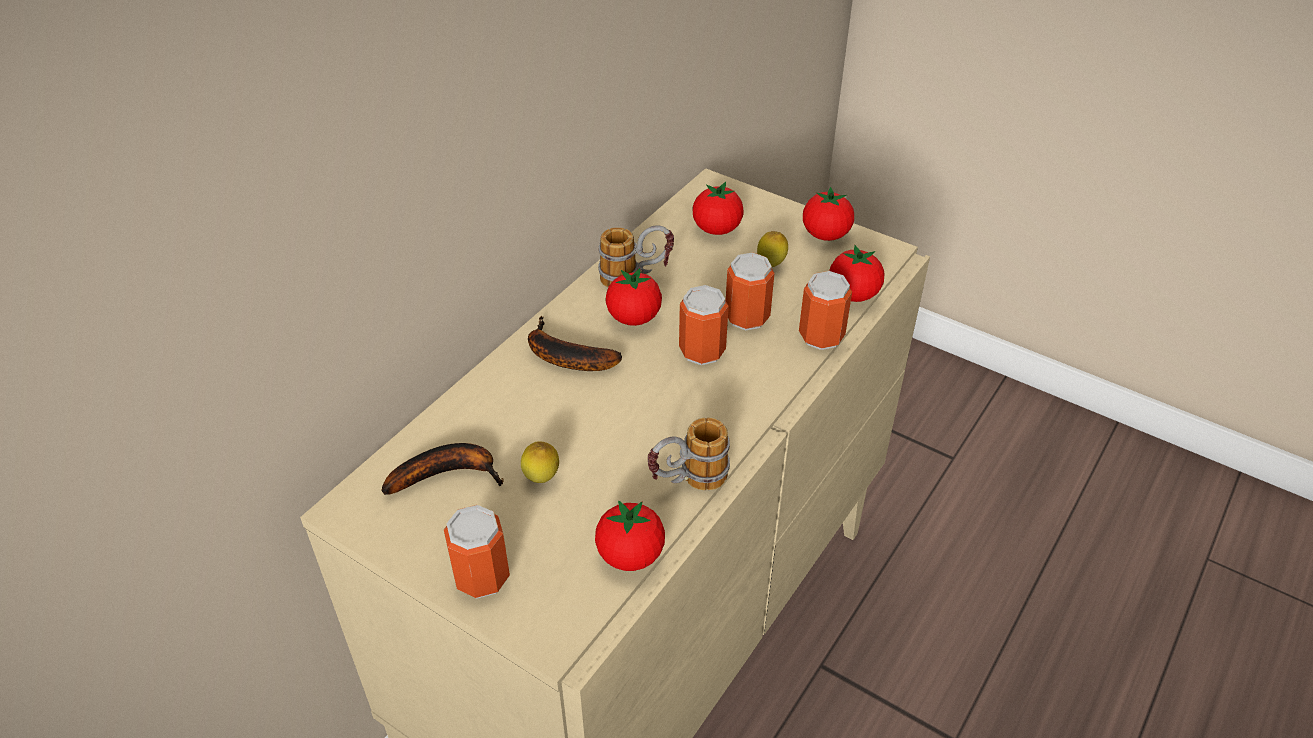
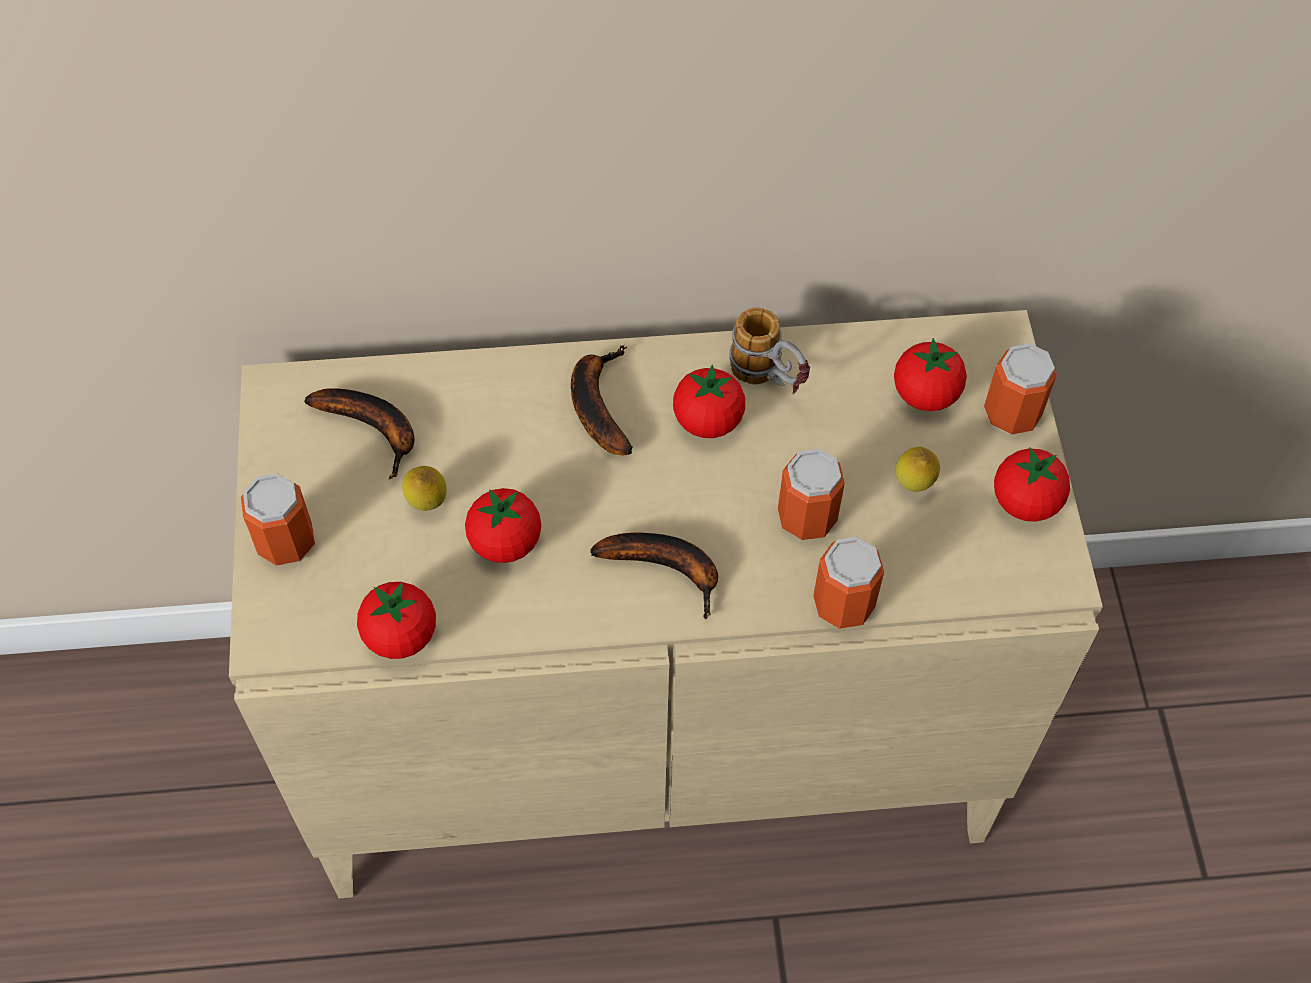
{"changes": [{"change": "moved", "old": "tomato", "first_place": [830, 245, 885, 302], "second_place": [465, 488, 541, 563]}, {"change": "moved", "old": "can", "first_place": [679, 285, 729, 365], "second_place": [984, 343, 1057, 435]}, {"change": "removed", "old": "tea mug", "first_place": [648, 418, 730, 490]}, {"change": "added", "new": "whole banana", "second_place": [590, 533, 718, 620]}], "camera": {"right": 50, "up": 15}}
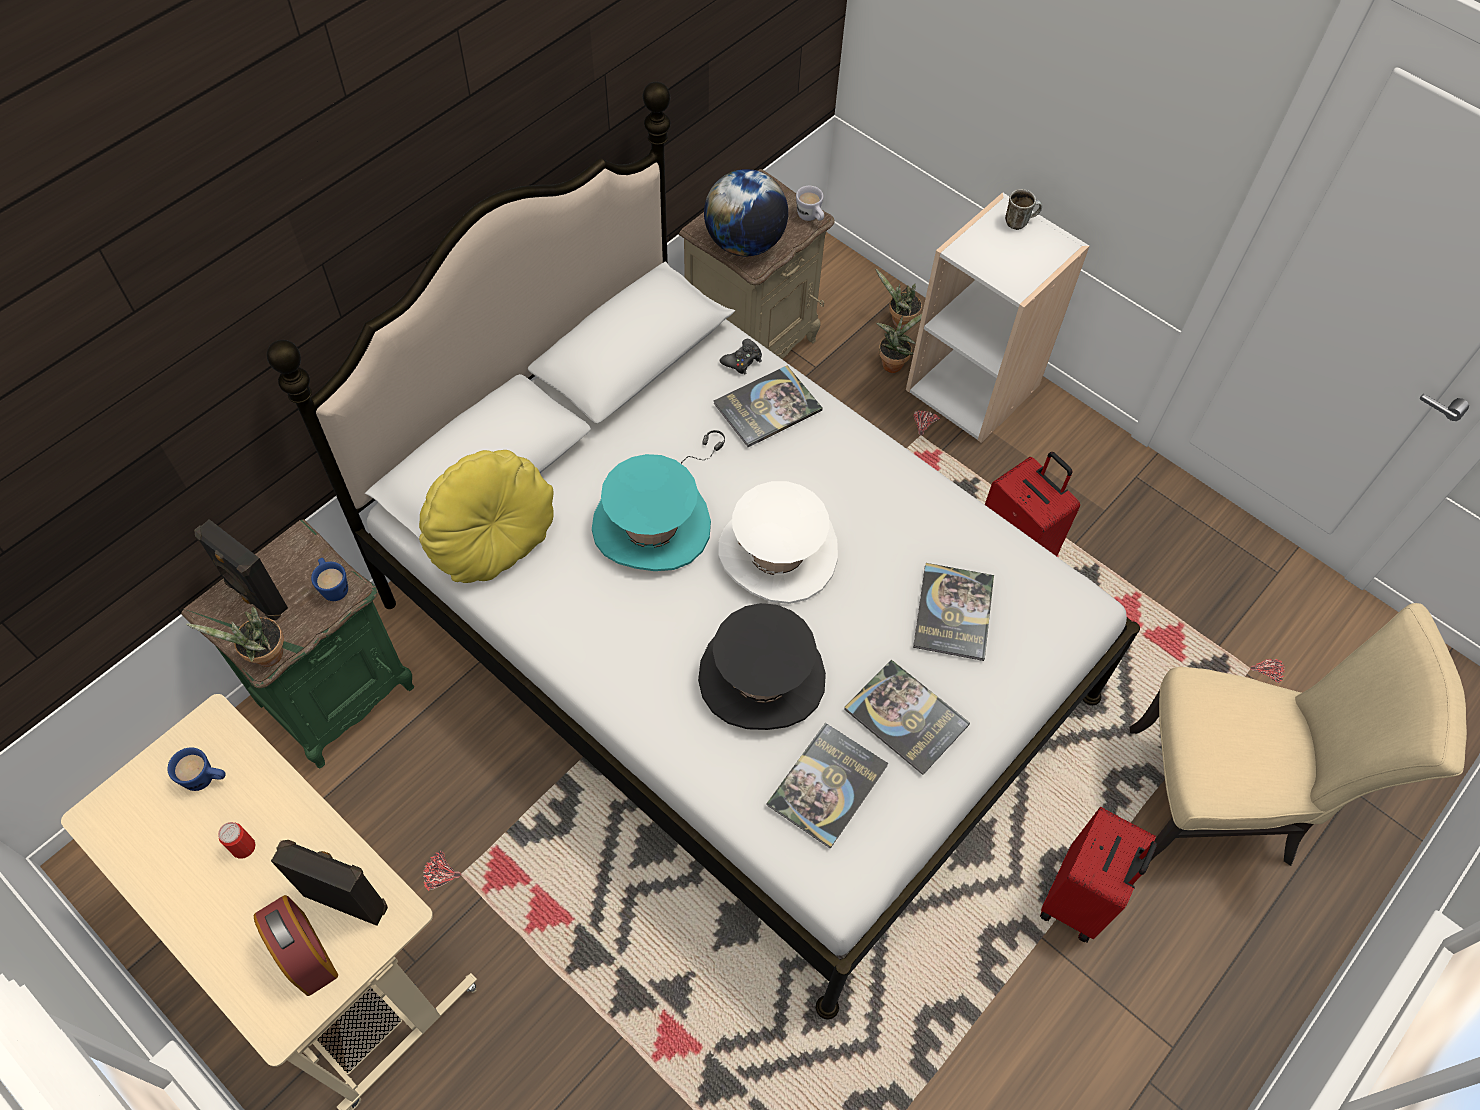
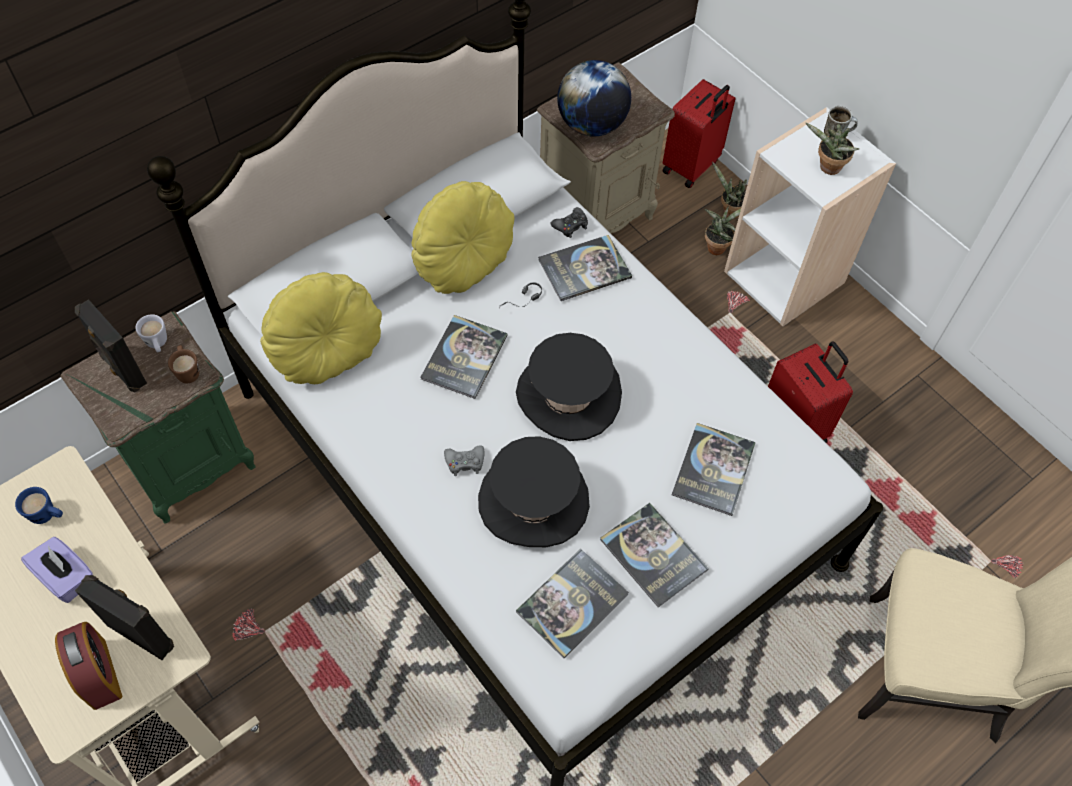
{"changes": [{"change": "moved", "old": "white-coloured tea mug", "first_place": [796, 186, 824, 221], "second_place": [136, 314, 167, 352]}, {"change": "replaced", "old": "turquoise wearable hat", "new": "book", "first_place": [592, 454, 711, 571], "second_place": [420, 315, 508, 399]}, {"change": "recoloured", "old": "white-coloured wearable hat", "new": "black-coloured wearable hat", "first_place": [718, 481, 838, 604], "second_place": [516, 333, 622, 441]}, {"change": "recoloured", "old": "bluish tea mug", "new": "brown-coloured tea mug", "first_place": [311, 558, 348, 601], "second_place": [168, 345, 199, 383]}, {"change": "moved", "old": "houseplant", "first_place": [186, 607, 284, 667], "second_place": [805, 122, 859, 175]}, {"change": "moved", "old": "red-coloured travel case", "first_place": [1040, 807, 1157, 943], "second_place": [662, 79, 736, 188]}, {"change": "replaced", "old": "can", "new": "purplish tissue holder", "first_place": [218, 822, 256, 859], "second_place": [21, 537, 93, 603]}, {"change": "added", "new": "yellow throw pillow", "second_place": [411, 181, 514, 294]}, {"change": "added", "new": "gray game controller", "second_place": [444, 445, 485, 476]}], "camera": {"right": 10, "up": 0}}
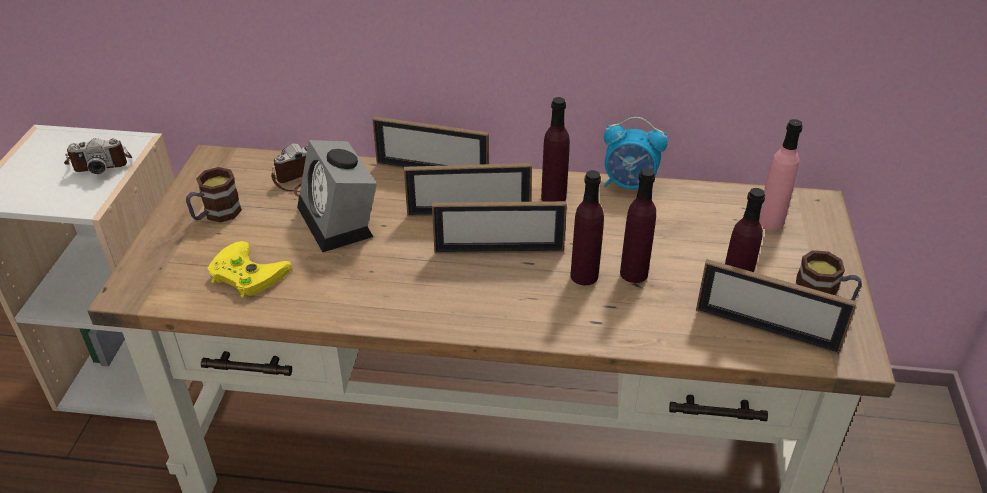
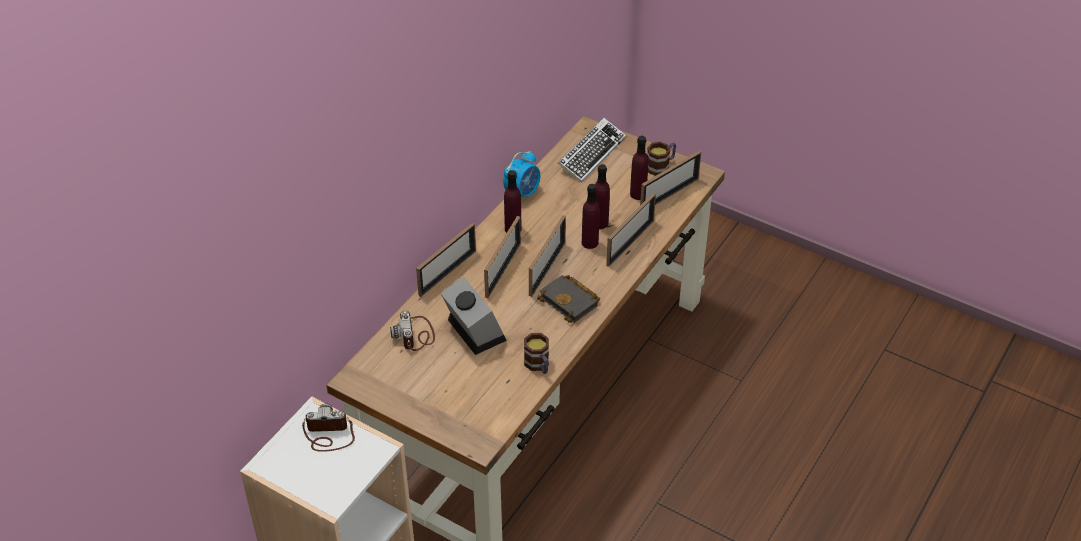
{"changes": [{"change": "replaced", "old": "pink-coloured beverage bottle", "new": "keyboard", "first_place": [759, 119, 803, 230], "second_place": [558, 118, 626, 182]}, {"change": "turned", "old": "still camera", "first_place": [64, 138, 132, 174], "second_place": [302, 404, 355, 452], "degrees": -105}, {"change": "turned", "old": "table clock", "first_place": [297, 140, 377, 252], "second_place": [441, 276, 507, 355], "degrees": -120}, {"change": "moved", "old": "tea mug", "first_place": [186, 167, 242, 222], "second_place": [524, 333, 549, 374]}, {"change": "removed", "old": "yellow game controller", "first_place": [207, 241, 292, 298]}, {"change": "added", "new": "standing frame", "second_place": [606, 193, 656, 267]}, {"change": "added", "new": "black-coloured book", "second_place": [537, 275, 600, 323]}], "camera": {"right": -65, "up": 5}}
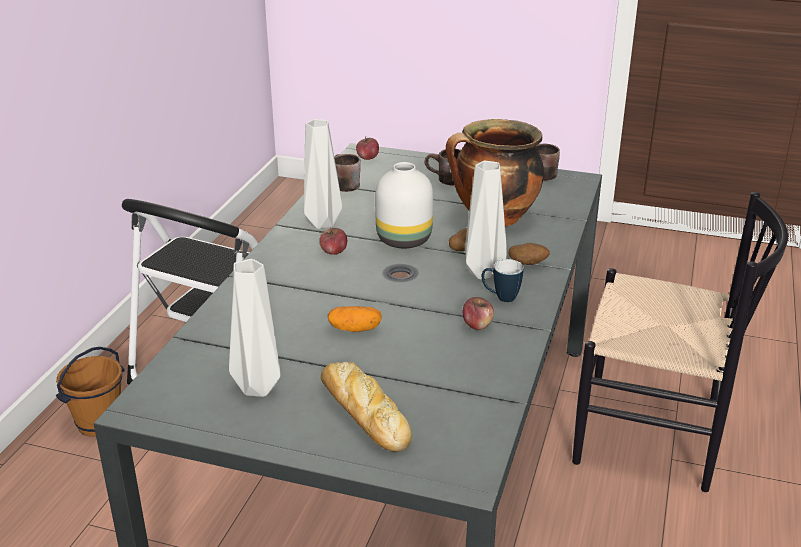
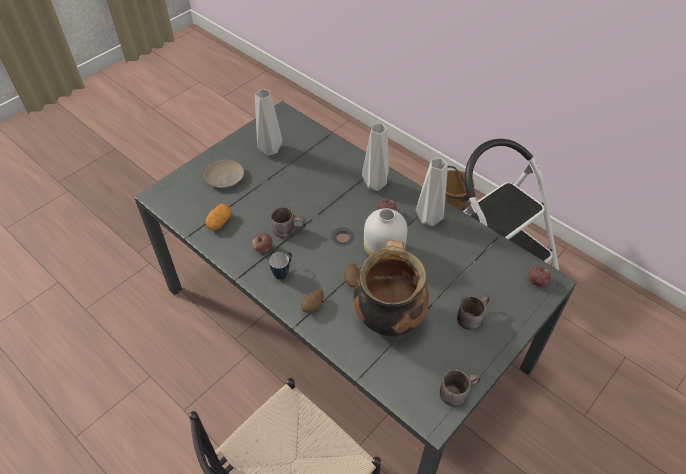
{"changes": [{"change": "moved", "old": "brown-coloured tea mug", "first_place": [334, 154, 361, 192], "second_place": [271, 207, 306, 238]}, {"change": "moved", "old": "gray decorative vase", "first_place": [465, 161, 507, 279], "second_place": [362, 123, 389, 191]}, {"change": "moved", "old": "spud", "first_place": [328, 306, 382, 332], "second_place": [205, 204, 231, 231]}, {"change": "replaced", "old": "baked bread", "new": "beige dinner plate", "first_place": [321, 362, 412, 452], "second_place": [204, 160, 244, 188]}], "camera": {"right": 115, "up": 20}}
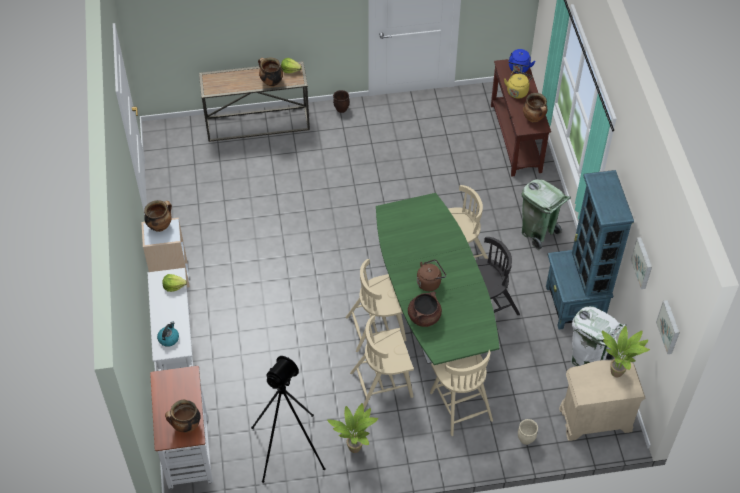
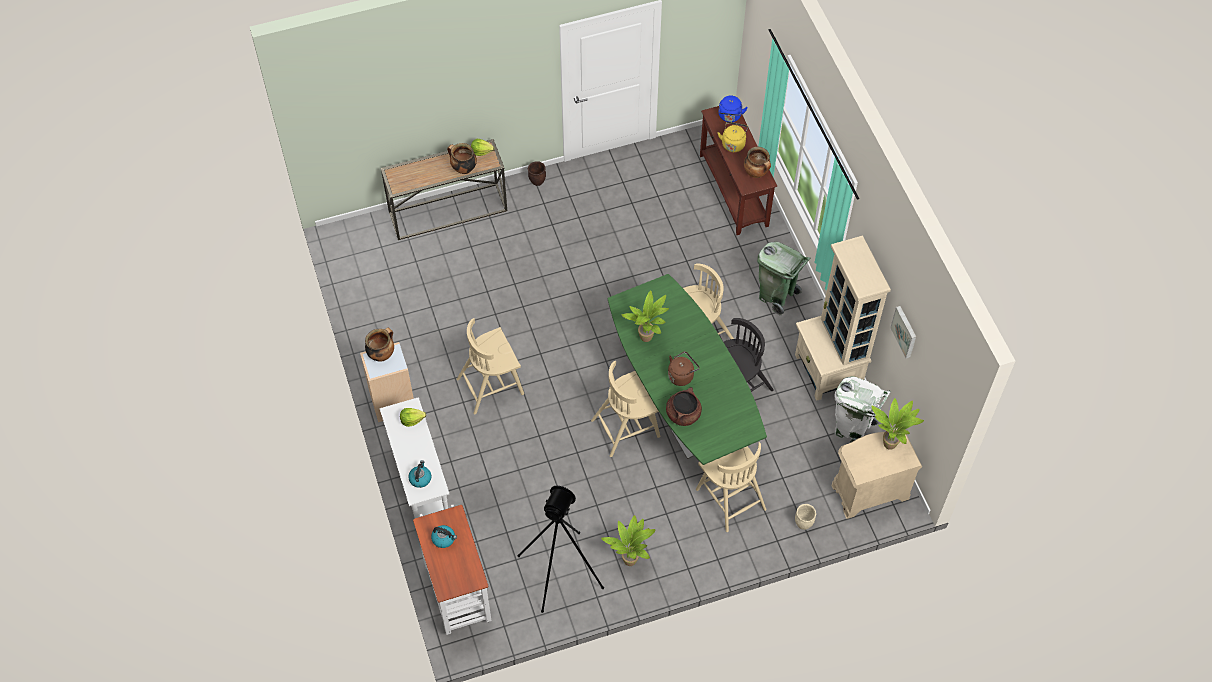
{"changes": [{"change": "recoloured", "old": "bluish cupboard", "new": "beige cupboard", "first_place": [546, 170, 634, 330], "second_place": [795, 235, 891, 401]}, {"change": "removed", "old": "wall art", "first_place": [656, 300, 680, 354]}, {"change": "moved", "old": "beige plain chair", "first_place": [350, 315, 414, 409], "second_place": [456, 318, 524, 415]}, {"change": "removed", "old": "stockpot", "first_place": [165, 400, 200, 433]}, {"change": "added", "new": "houseplant", "second_place": [621, 290, 669, 342]}, {"change": "added", "new": "tea kettle", "second_place": [431, 525, 457, 548]}], "camera": {"right": -10, "up": 5}}
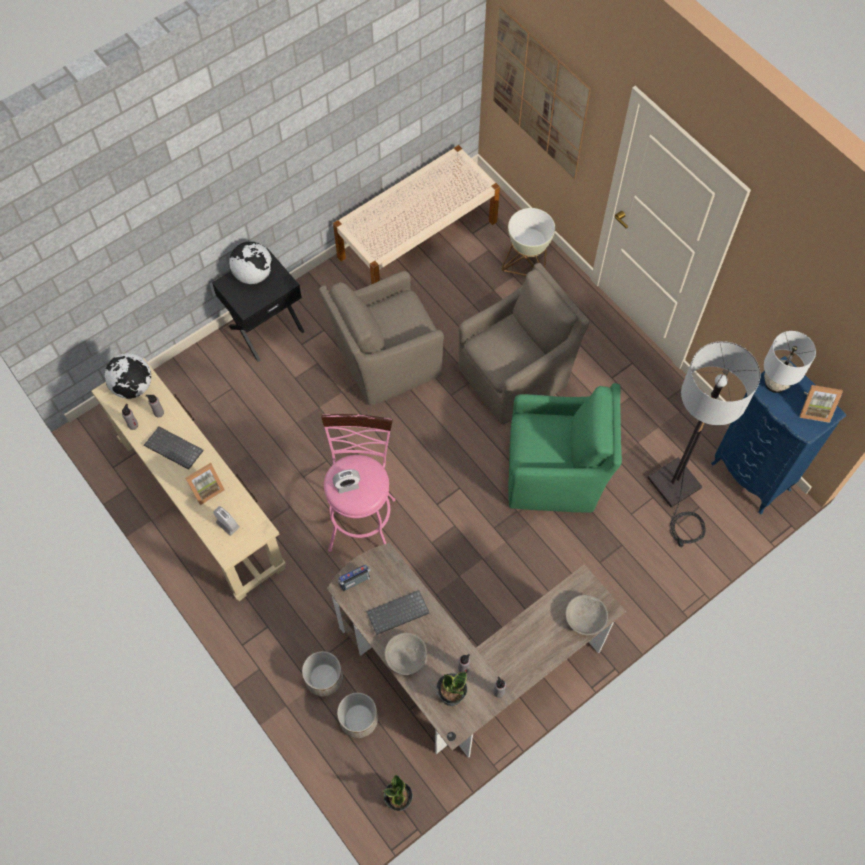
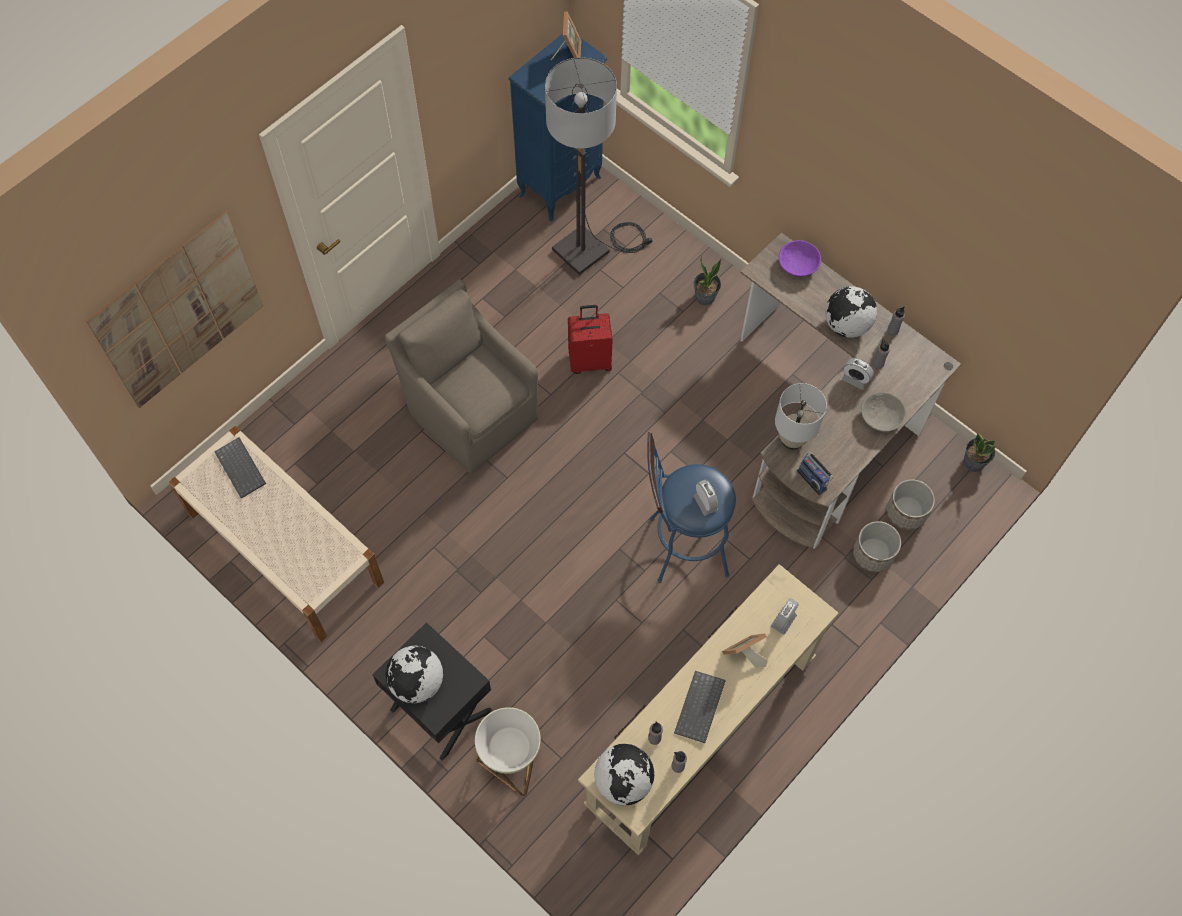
{"changes": [{"change": "moved", "old": "flower pot", "first_place": [502, 208, 555, 276], "second_place": [475, 707, 541, 796]}, {"change": "removed", "old": "brown-coloured armchair", "first_place": [319, 271, 444, 406]}, {"change": "moved", "old": "white-coloured table lamp", "first_place": [764, 331, 816, 393], "second_place": [775, 383, 827, 450]}, {"change": "replaced", "old": "green armchair", "new": "red-coloured travel case", "first_place": [509, 383, 622, 513], "second_place": [568, 305, 613, 374]}, {"change": "recoloured", "old": "pink-coloured sitting stool", "new": "bluish sitting stool", "first_place": [321, 414, 396, 552], "second_place": [647, 432, 736, 583]}, {"change": "turned", "old": "standing frame", "first_place": [185, 463, 225, 505], "second_place": [722, 633, 768, 668], "degrees": -75}, {"change": "moved", "old": "keyboard", "first_place": [366, 590, 429, 635], "second_place": [214, 437, 266, 499]}, {"change": "recoloured", "old": "gray bowl", "new": "purplish bowl", "first_place": [565, 595, 608, 635], "second_place": [779, 240, 821, 277]}, {"change": "moved", "old": "houseplant", "first_place": [436, 671, 467, 706], "second_place": [693, 256, 721, 305]}, {"change": "added", "new": "globe", "second_place": [825, 286, 877, 338]}, {"change": "added", "new": "table clock", "second_place": [842, 358, 874, 390]}], "camera": {"right": -100, "up": 0}}
